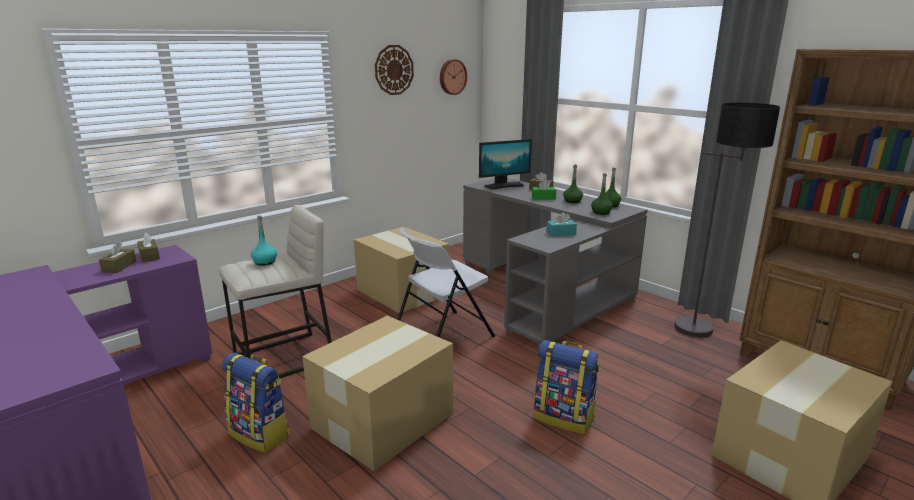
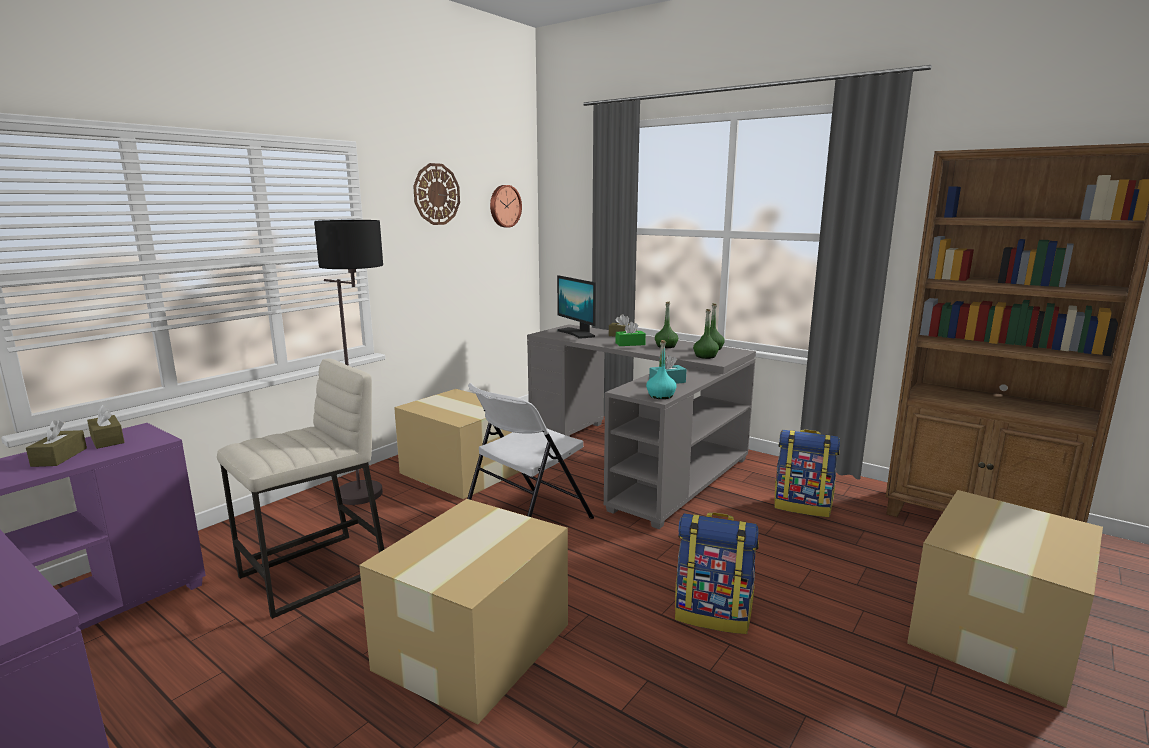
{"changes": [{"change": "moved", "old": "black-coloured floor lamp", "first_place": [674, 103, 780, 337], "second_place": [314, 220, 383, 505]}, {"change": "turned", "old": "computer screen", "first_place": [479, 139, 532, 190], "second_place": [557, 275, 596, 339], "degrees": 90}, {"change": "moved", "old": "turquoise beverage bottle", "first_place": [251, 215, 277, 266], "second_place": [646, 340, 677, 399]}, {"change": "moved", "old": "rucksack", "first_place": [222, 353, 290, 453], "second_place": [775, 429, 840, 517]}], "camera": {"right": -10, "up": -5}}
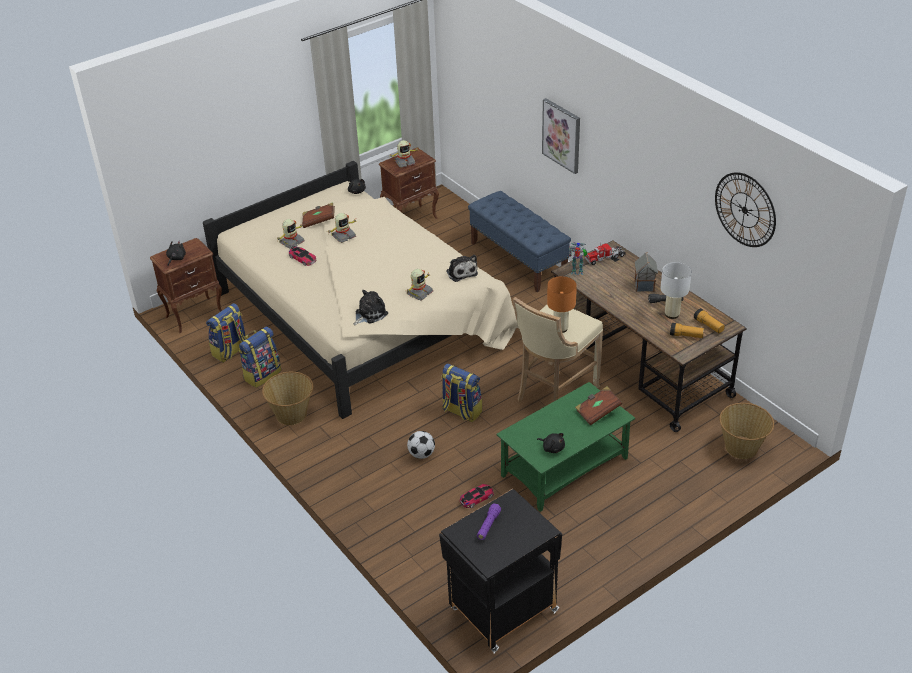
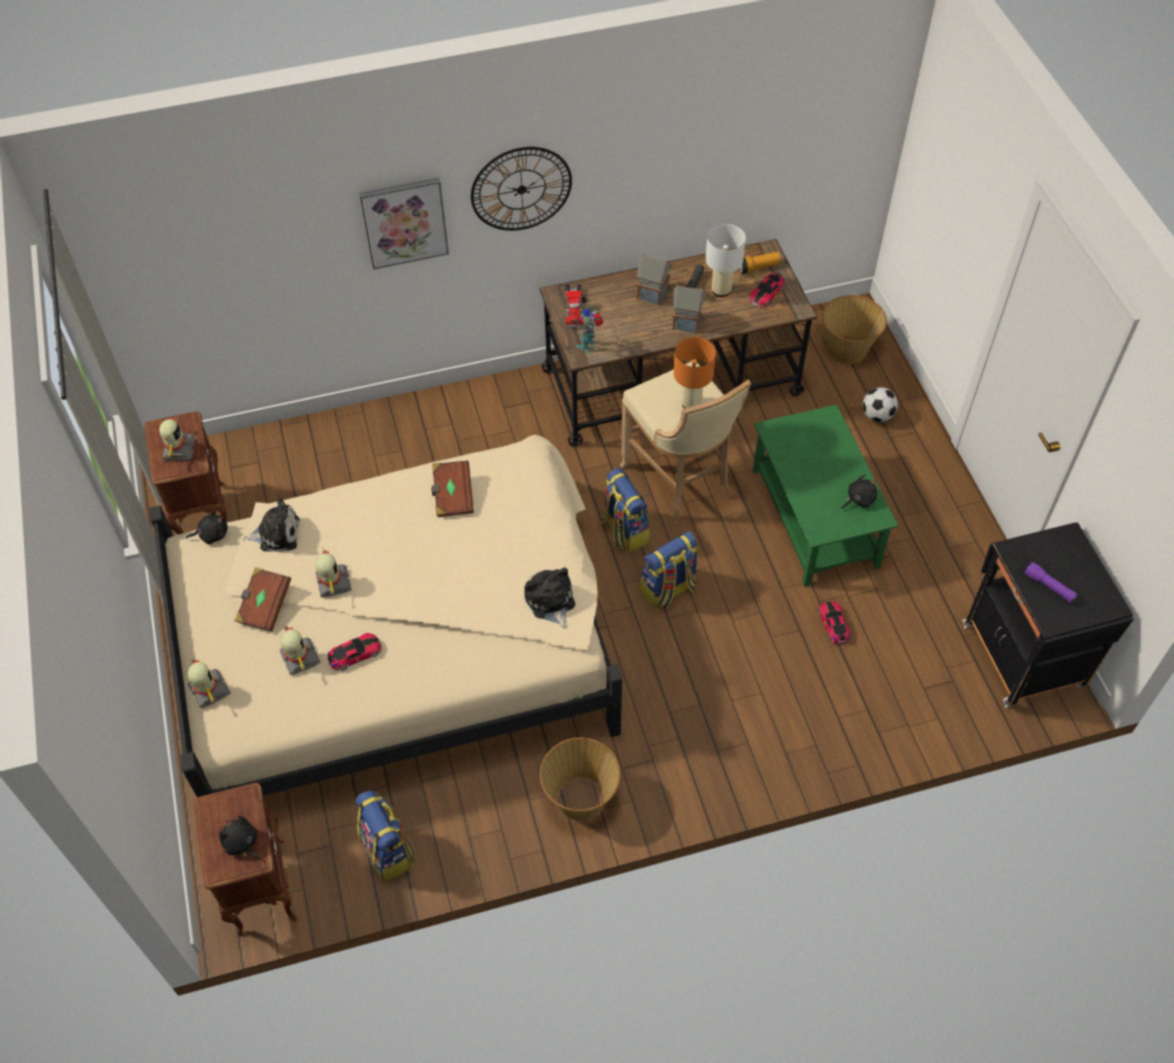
{"changes": [{"change": "moved", "old": "hanging clock", "first_place": [715, 172, 776, 247], "second_place": [471, 147, 572, 231]}, {"change": "removed", "old": "bluish bench", "first_place": [468, 191, 571, 292]}, {"change": "moved", "old": "cuddly toy", "first_place": [446, 255, 478, 282], "second_place": [243, 498, 300, 552]}, {"change": "moved", "old": "robot figure", "first_place": [406, 269, 433, 301], "second_place": [188, 657, 231, 709]}, {"change": "replaced", "old": "flashlight", "new": "toy car", "first_place": [670, 323, 704, 338], "second_place": [749, 272, 785, 308]}, {"change": "moved", "old": "rucksack", "first_place": [238, 327, 281, 388], "second_place": [601, 468, 650, 553]}, {"change": "moved", "old": "brown-coloured book", "first_place": [575, 386, 622, 425], "second_place": [431, 460, 474, 517]}, {"change": "moved", "old": "ball for football", "first_place": [407, 431, 435, 459], "second_place": [863, 387, 898, 422]}, {"change": "added", "new": "model house", "second_place": [673, 284, 706, 334]}], "camera": {"right": -70, "up": 15}}
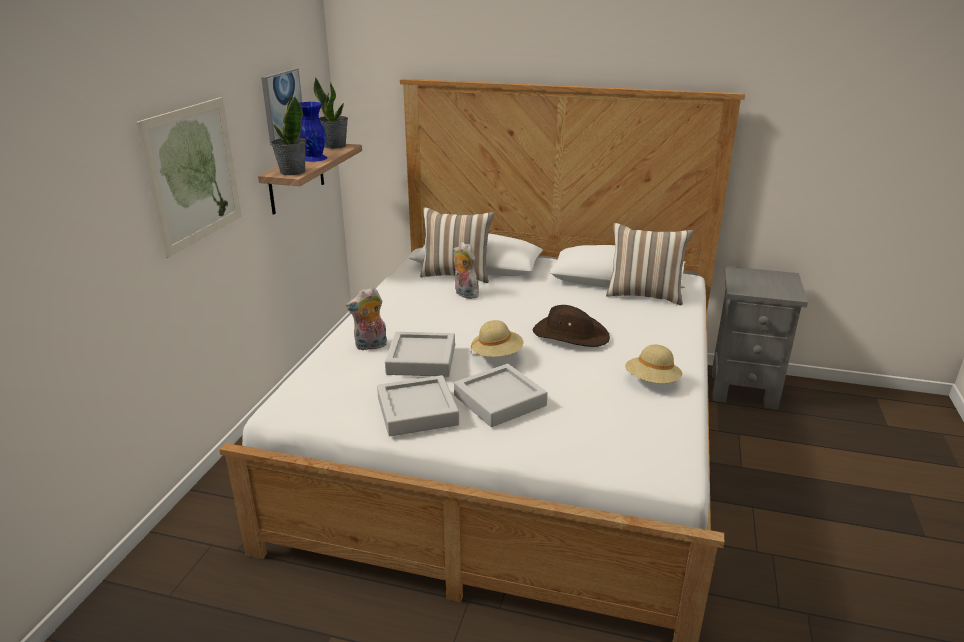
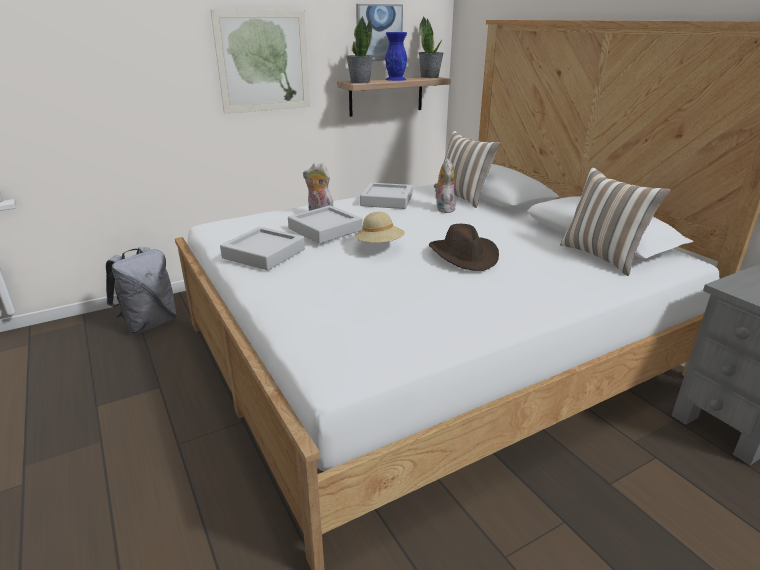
{"changes": [{"change": "removed", "old": "beige wearable hat", "first_place": [625, 344, 683, 383]}, {"change": "moved", "old": "gray carrying tray", "first_place": [454, 364, 548, 427], "second_place": [360, 183, 413, 209]}, {"change": "added", "new": "gray rucksack", "second_place": [106, 247, 177, 334]}], "camera": {"right": 45, "up": 0}}
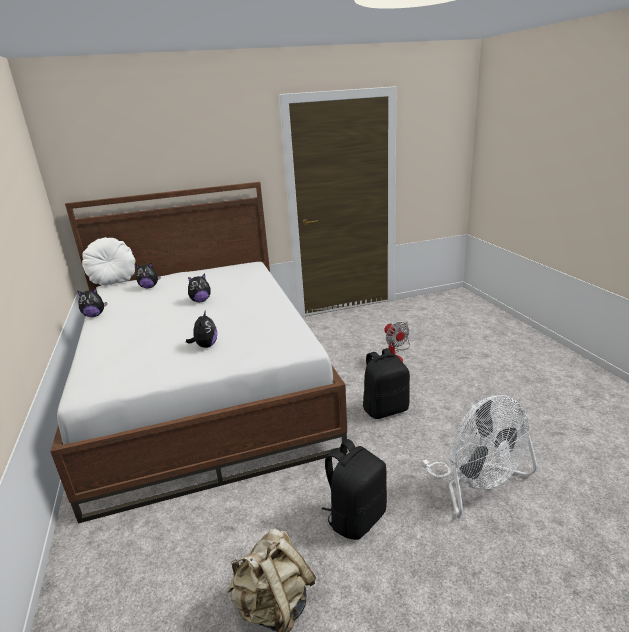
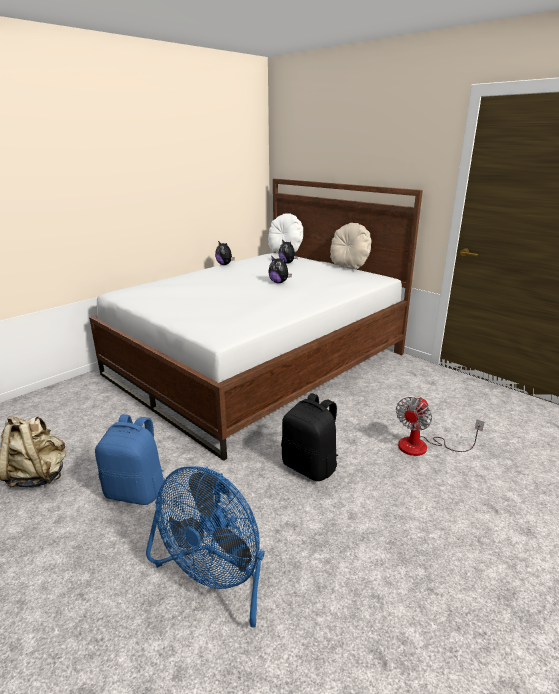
{"changes": [{"change": "removed", "old": "cuddly toy", "first_place": [186, 312, 217, 348]}, {"change": "recoloured", "old": "white-coloured electric fan", "new": "bluish electric fan", "first_place": [422, 395, 537, 518], "second_place": [146, 466, 265, 628]}, {"change": "recoloured", "old": "black-coloured rucksack", "new": "bluish rucksack", "first_place": [322, 439, 387, 540], "second_place": [95, 414, 165, 505]}, {"change": "added", "new": "beige throw pillow", "second_place": [330, 223, 371, 270]}], "camera": {"right": 60, "up": 0}}
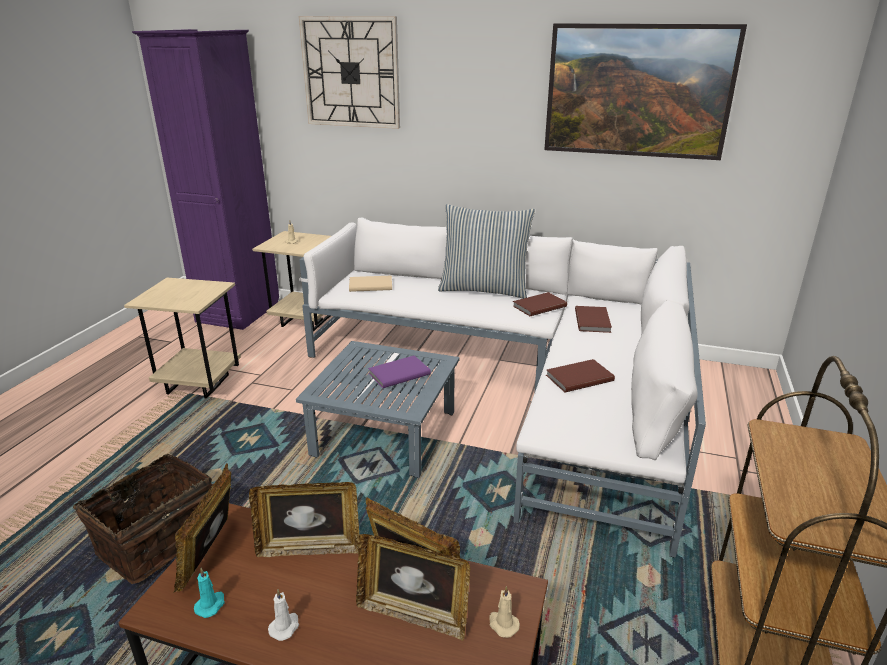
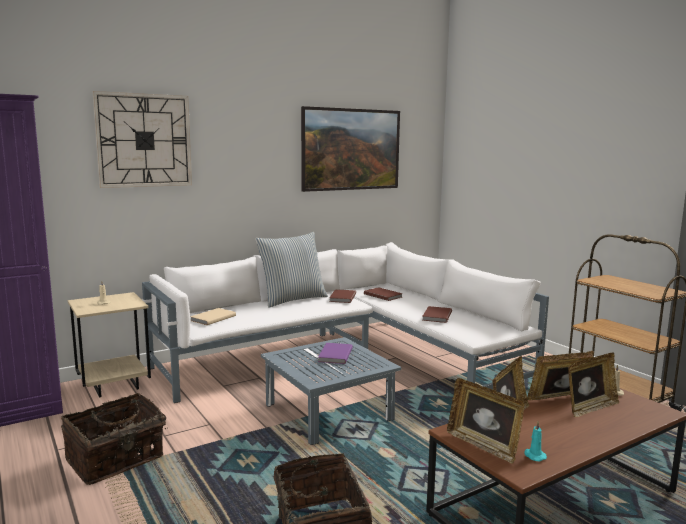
{"changes": [{"change": "replaced", "old": "beige accent table", "new": "storage basket", "first_place": [124, 278, 241, 399], "second_place": [61, 393, 168, 485]}, {"change": "removed", "old": "white-coloured wax candle", "first_place": [268, 589, 299, 641]}], "camera": {"right": -50, "up": -15}}
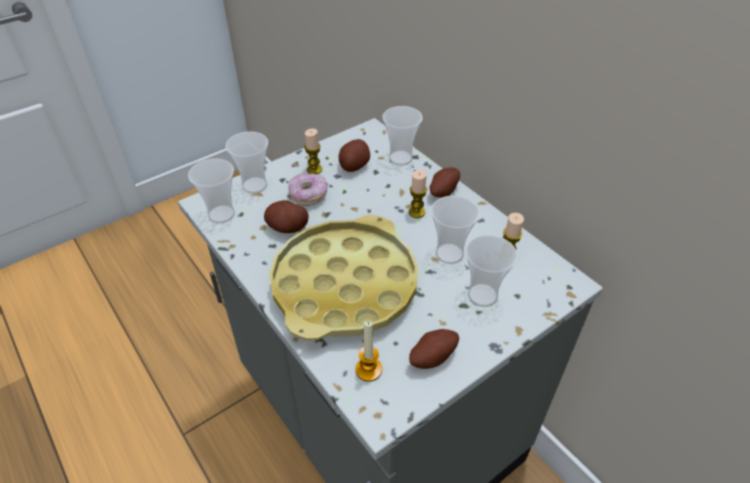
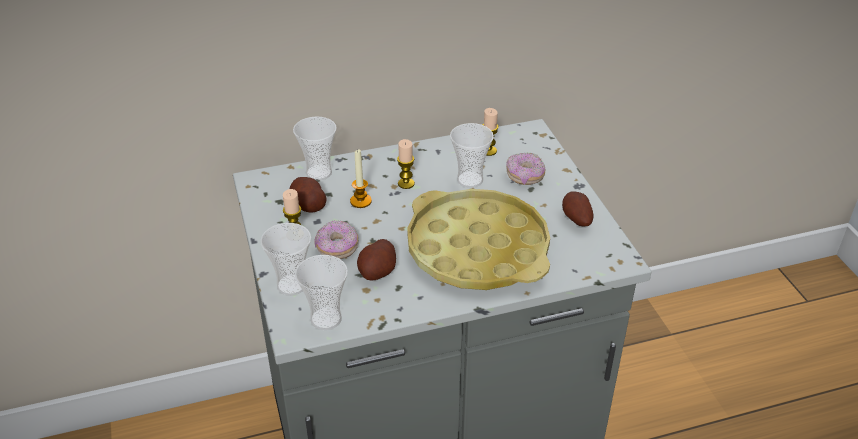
{"changes": [{"change": "removed", "old": "spud", "first_place": [429, 167, 460, 198]}, {"change": "replaced", "old": "small cup", "new": "ring doughnut", "first_place": [465, 235, 518, 307], "second_place": [506, 152, 545, 185]}, {"change": "moved", "old": "wax candle", "first_place": [355, 321, 382, 382], "second_place": [350, 149, 372, 208]}], "camera": {"right": -70, "up": -5}}
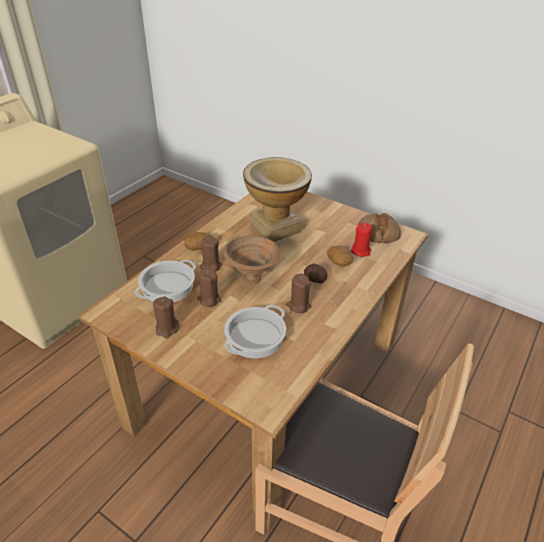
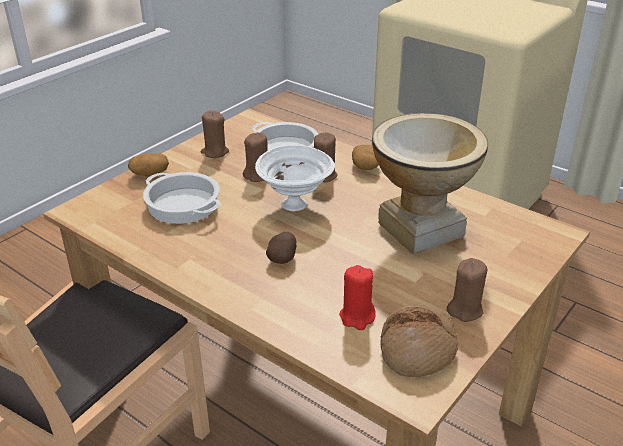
{"changes": [{"change": "recoloured", "old": "brown-coloured bowl", "new": "white-coloured bowl", "first_place": [223, 236, 280, 284], "second_place": [255, 145, 335, 211]}, {"change": "moved", "old": "spud", "first_place": [327, 245, 353, 266], "second_place": [128, 153, 169, 176]}, {"change": "moved", "old": "brown-coloured wax candle", "first_place": [286, 273, 311, 313], "second_place": [447, 258, 487, 322]}], "camera": {"right": 95, "up": -5}}
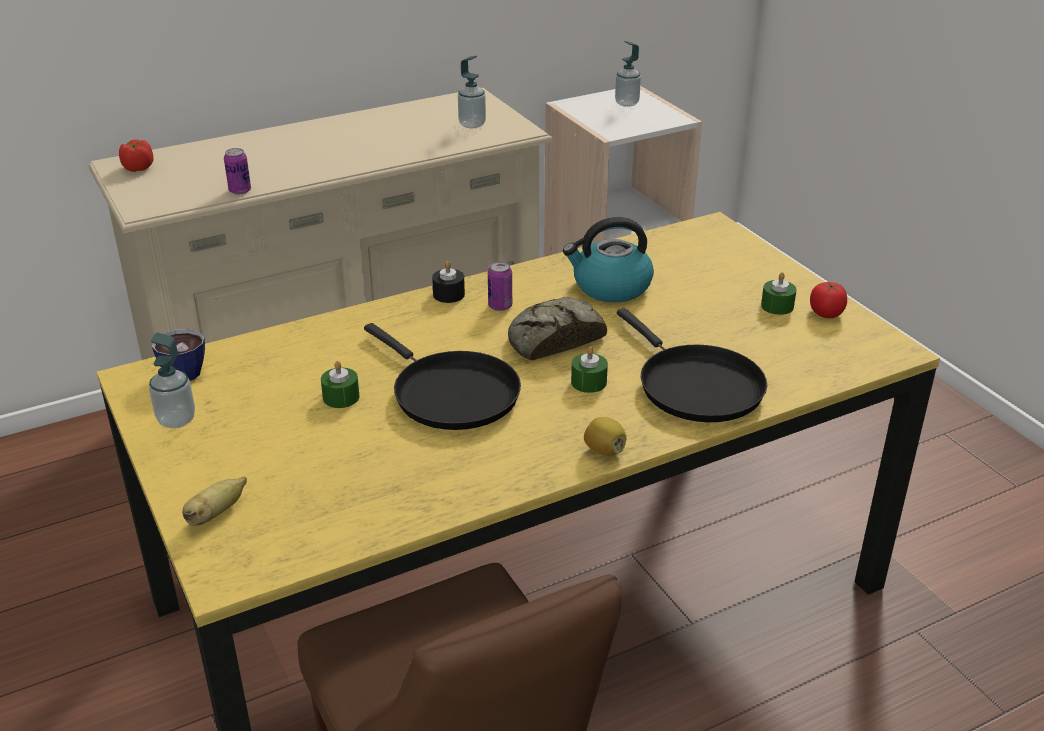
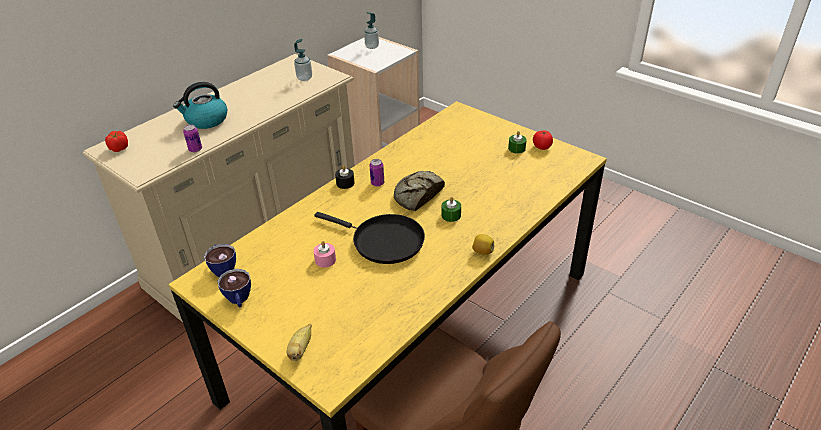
{"changes": [{"change": "moved", "old": "tea kettle", "first_place": [563, 217, 654, 302], "second_place": [173, 82, 227, 129]}, {"change": "removed", "old": "black-coloured pan", "first_place": [617, 308, 767, 422]}, {"change": "replaced", "old": "liquid soap bottle", "new": "small cup", "first_place": [149, 333, 195, 428], "second_place": [217, 269, 251, 308]}, {"change": "recoloured", "old": "green wax candle", "new": "pink-coloured wax candle", "first_place": [321, 361, 359, 408], "second_place": [313, 241, 336, 267]}], "camera": {"right": -20, "up": 5}}
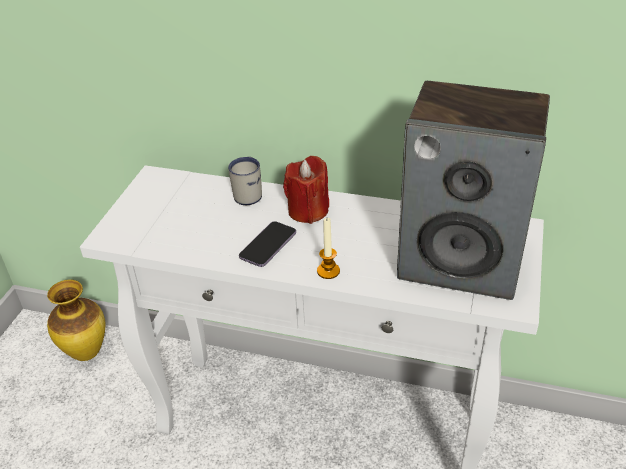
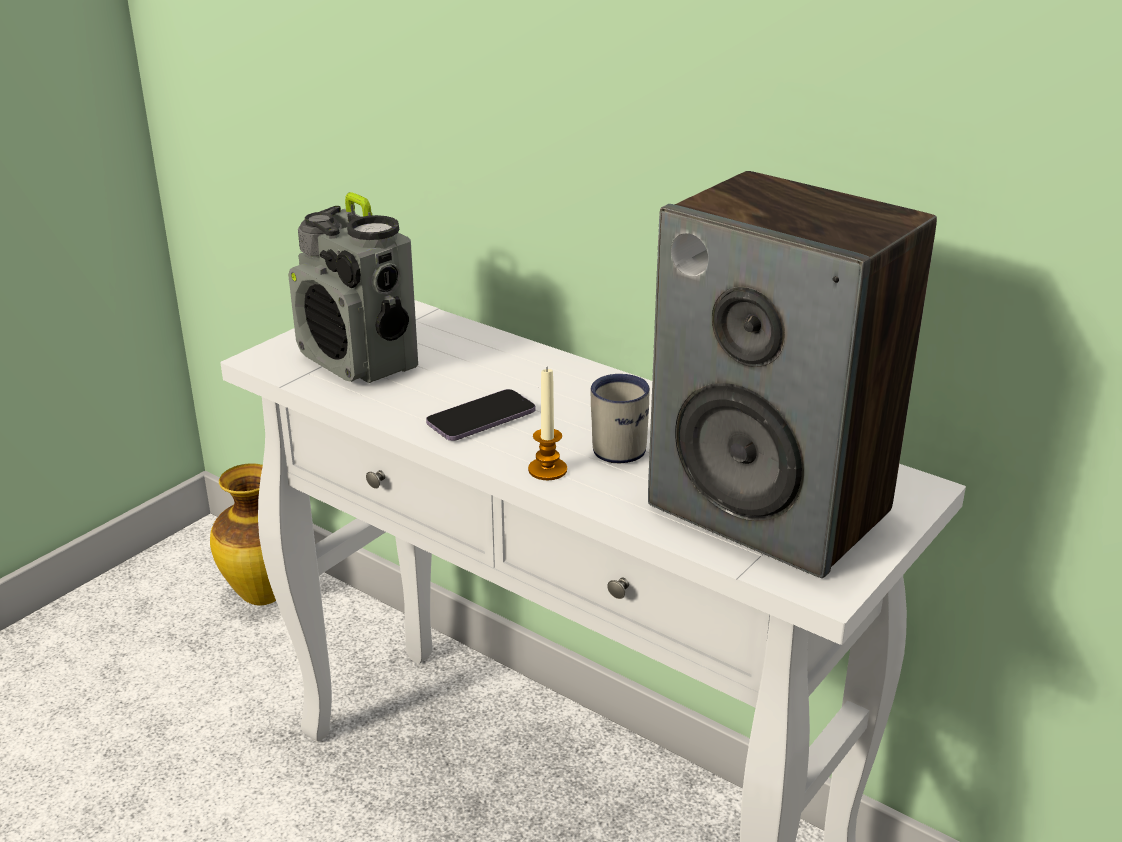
{"changes": [{"change": "removed", "old": "red-coloured wax candle", "first_place": [283, 156, 329, 224]}, {"change": "moved", "old": "white-coloured tea mug", "first_place": [228, 157, 262, 205], "second_place": [591, 374, 650, 463]}, {"change": "added", "new": "radio", "second_place": [288, 192, 418, 383]}], "camera": {"right": 20, "up": -10}}
